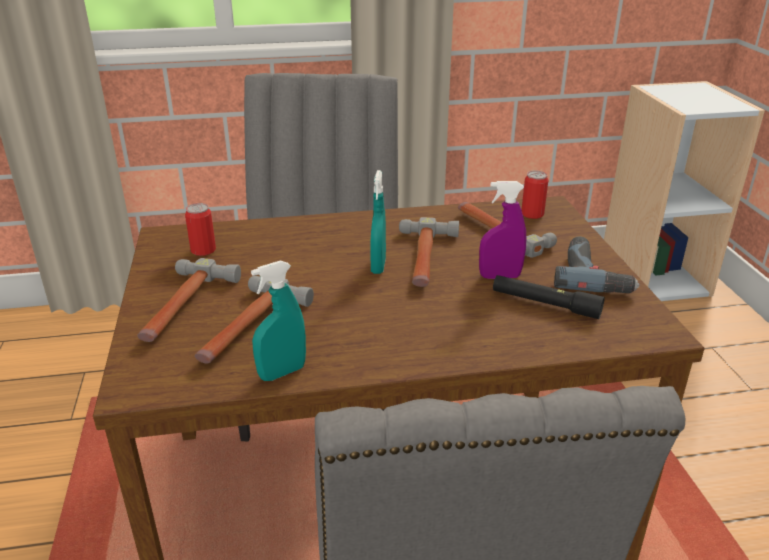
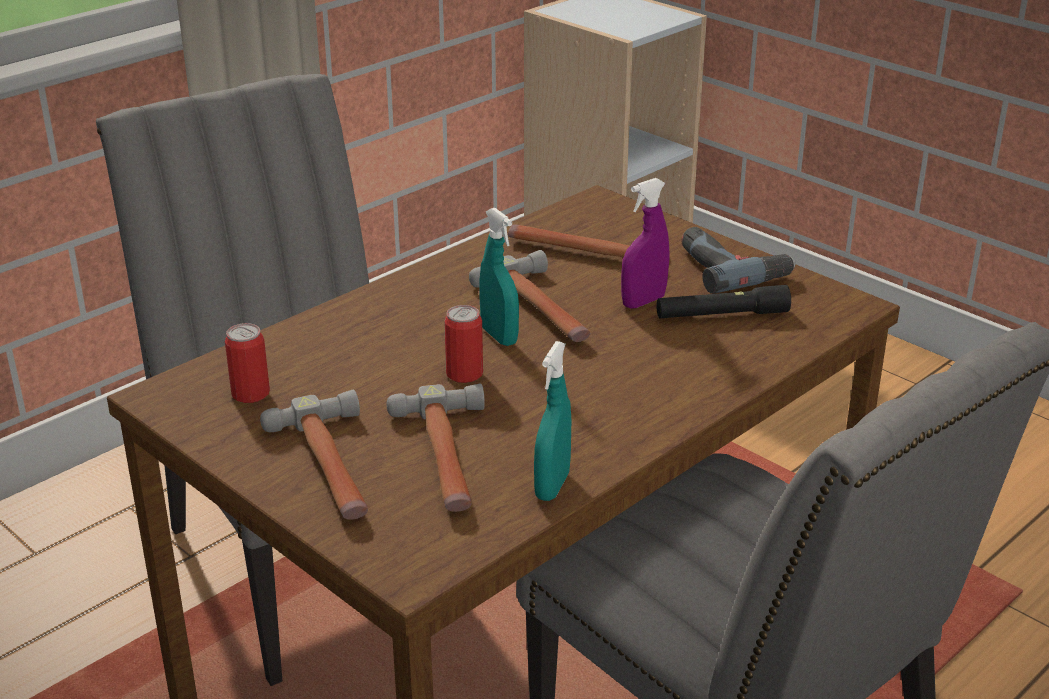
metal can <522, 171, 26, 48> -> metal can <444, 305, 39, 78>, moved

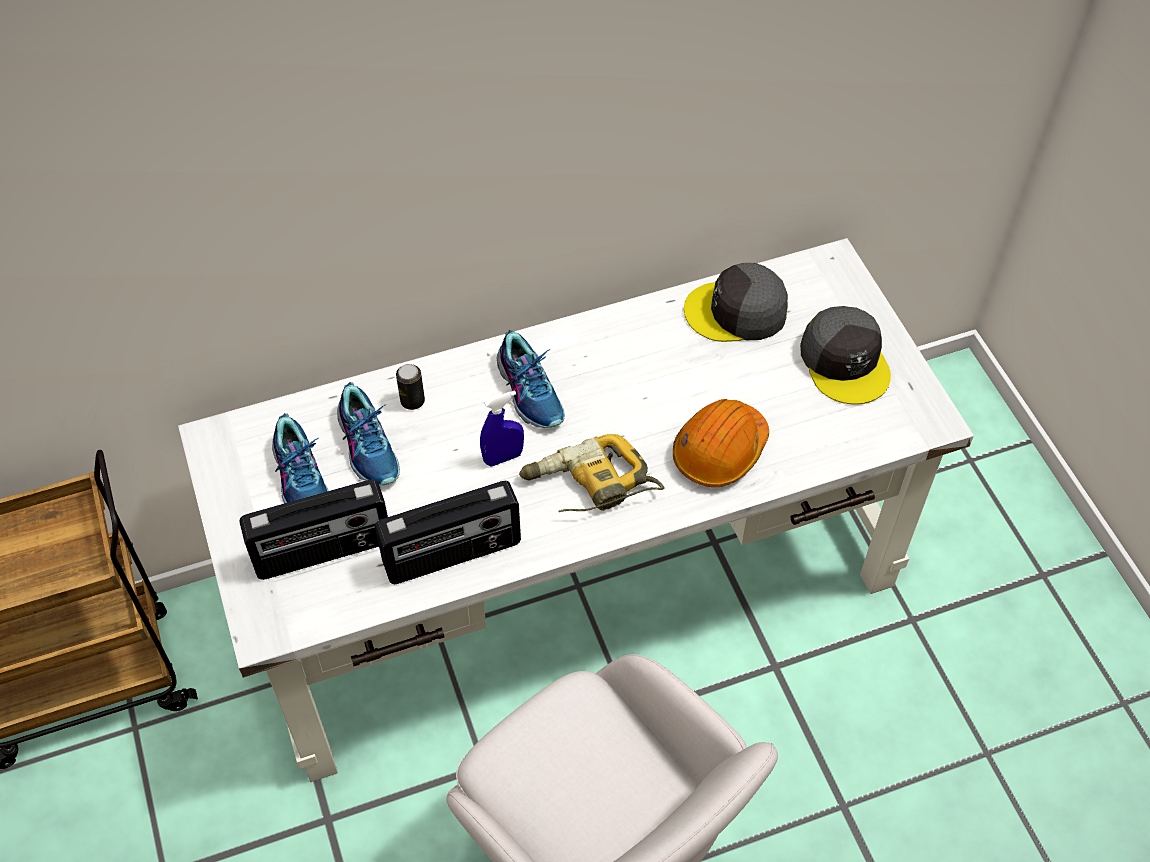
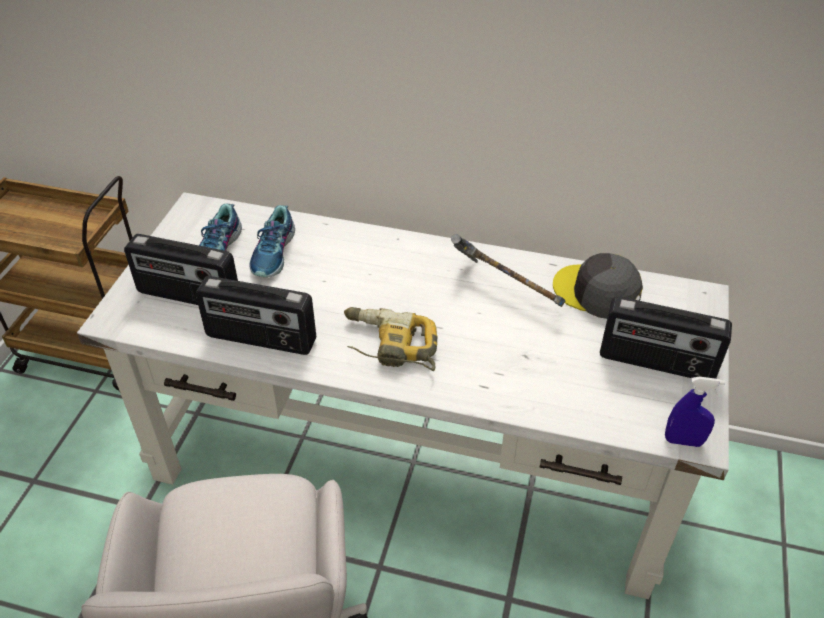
metal can <396, 364, 29, 46> -> none
low shoe <497, 330, 68, 98> -> none
orangey safety helmet <673, 399, 96, 88> -> none
none -> tool hammer <451, 234, 115, 73>
blue-coloured hand sprayer <480, 390, 44, 76> -> blue-coloured hand sprayer <665, 377, 60, 70>, moved
greyish baseball cap <800, 306, 91, 98> -> radio receiver <600, 296, 132, 83>

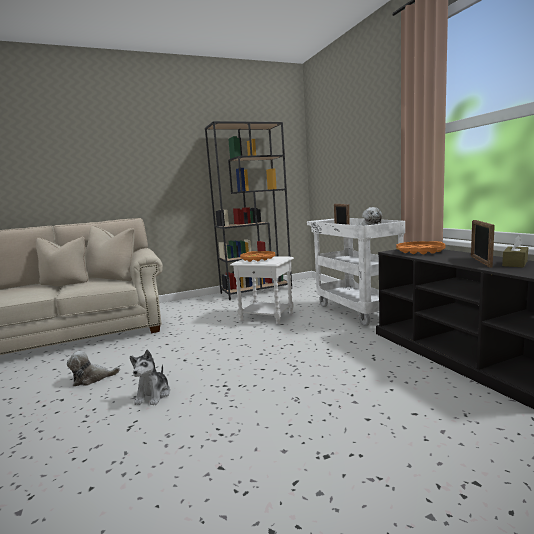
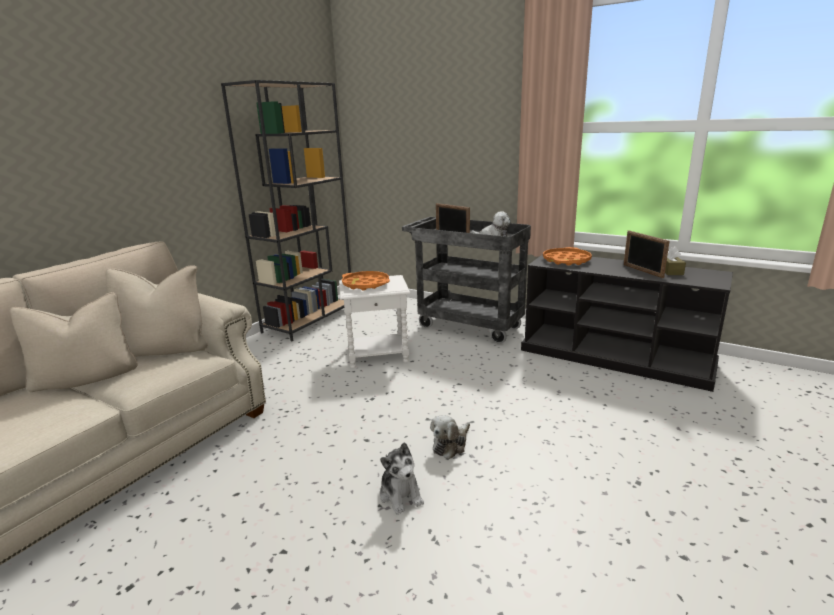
cuddly toy <67, 351, 53, 35> -> cuddly toy <430, 415, 40, 44>, moved
whitish wheeled cart <307, 218, 98, 108> -> blackish wheeled cart <402, 217, 129, 127>

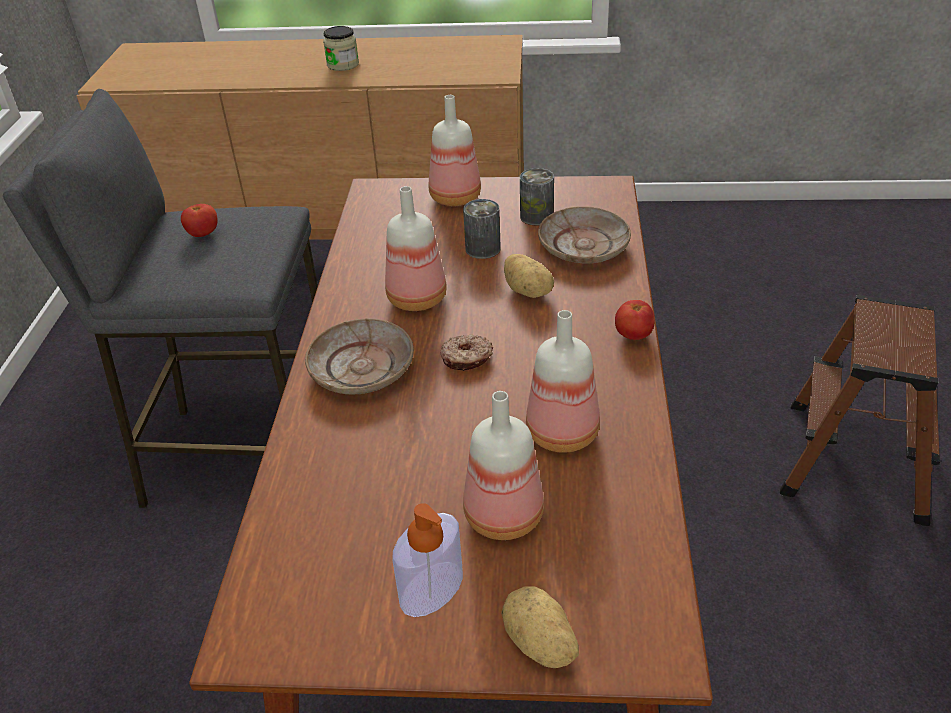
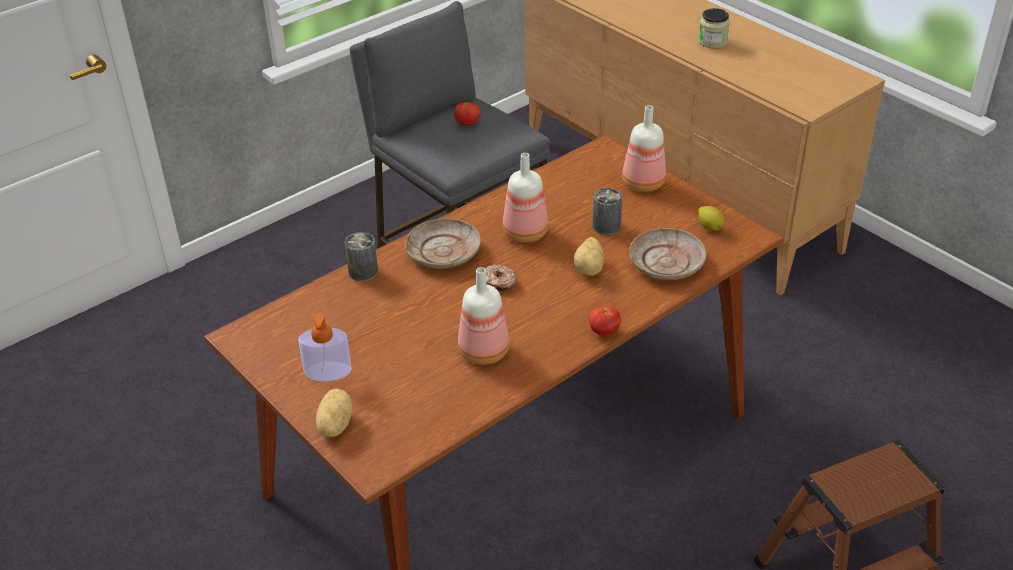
bottle <463, 391, 81, 149> -> none
none -> citrus fruit <698, 206, 26, 25>
metal can <520, 168, 34, 57> -> metal can <345, 232, 33, 49>, moved

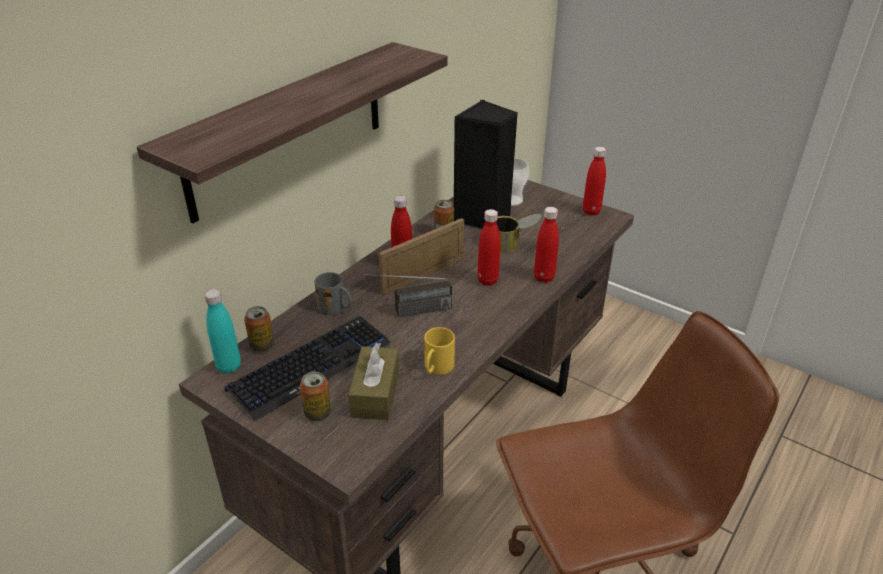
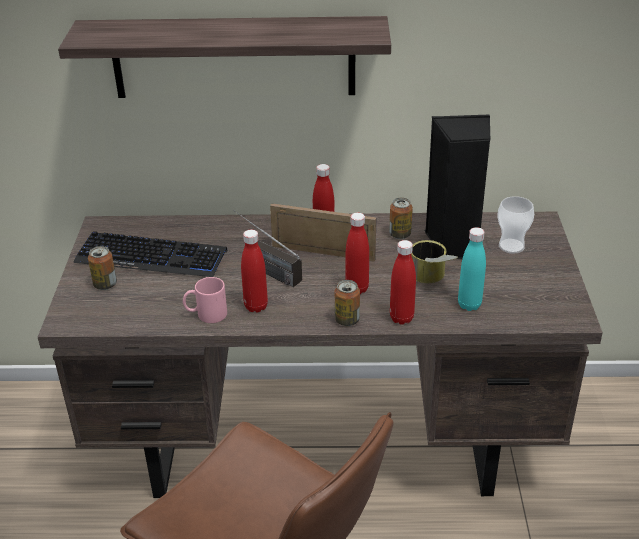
greyish coffee mug <315, 272, 37, 43> -> none
brown-coloured tissue box <348, 343, 51, 77> -> none
turquoise bottle <204, 289, 37, 85> -> turquoise bottle <458, 227, 28, 84>, moved
metal can <244, 306, 30, 46> -> metal can <335, 280, 25, 46>, moved
red bottle <583, 147, 23, 69> -> red bottle <241, 230, 27, 83>, moved
yellow-coloured coffee mug <424, 327, 31, 48> -> pink coffee mug <183, 277, 44, 46>

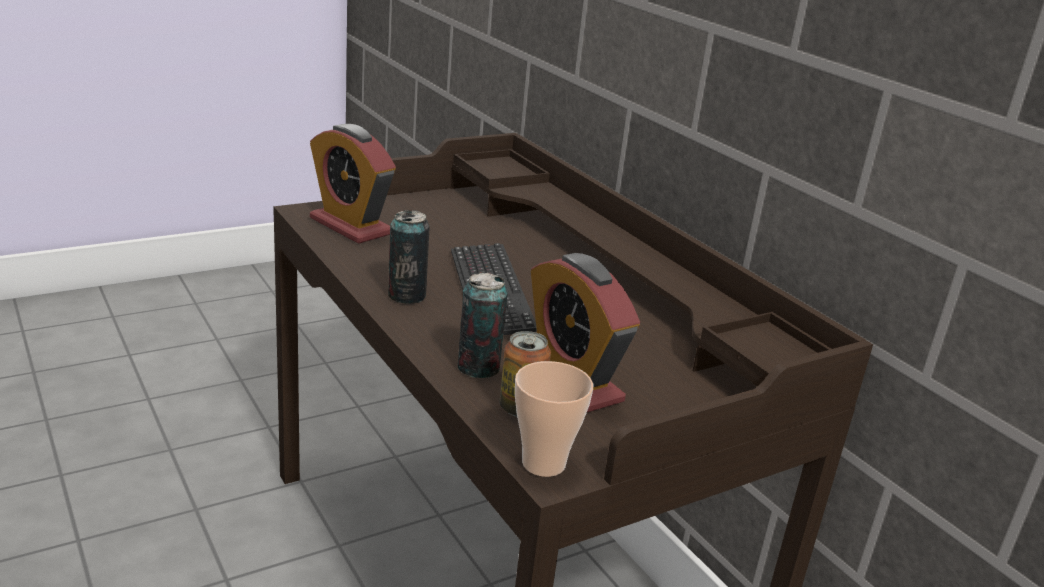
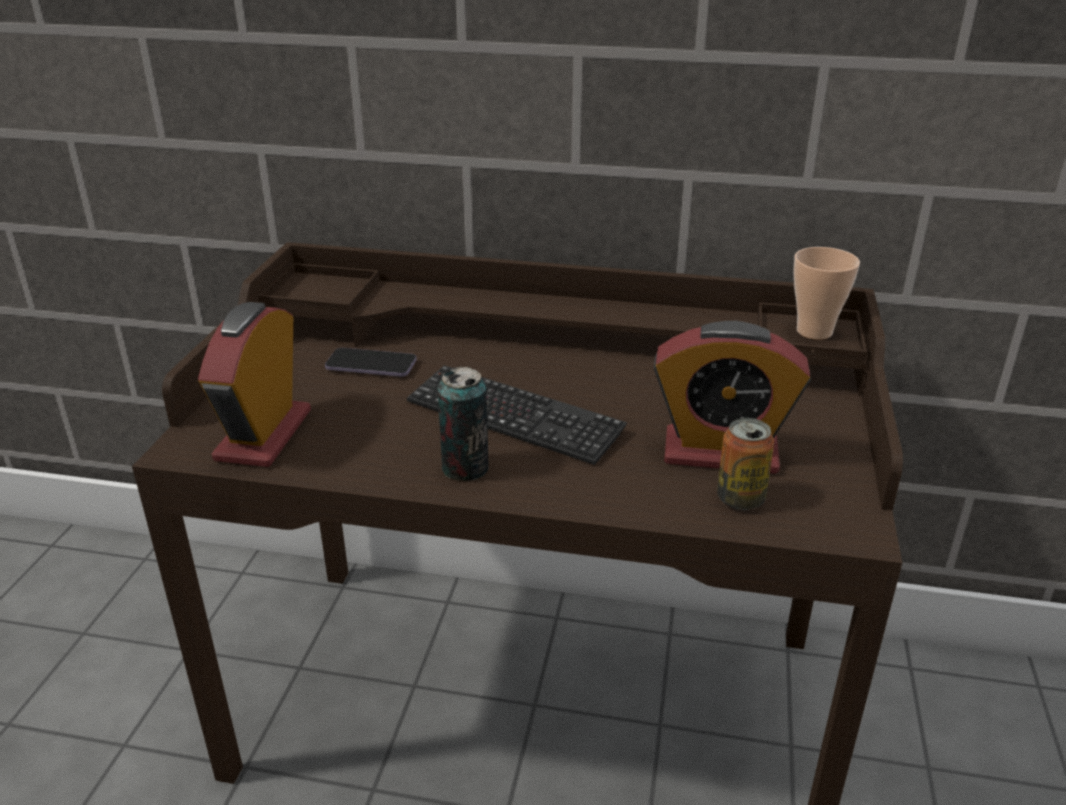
metal can <457, 273, 51, 105> -> none
none -> telephone <325, 348, 92, 29>
small cup <515, 361, 78, 116> -> small cup <793, 247, 67, 93>, moved
bedside clock <310, 124, 86, 120> -> bedside clock <198, 302, 113, 165>, 105 degrees clockwise

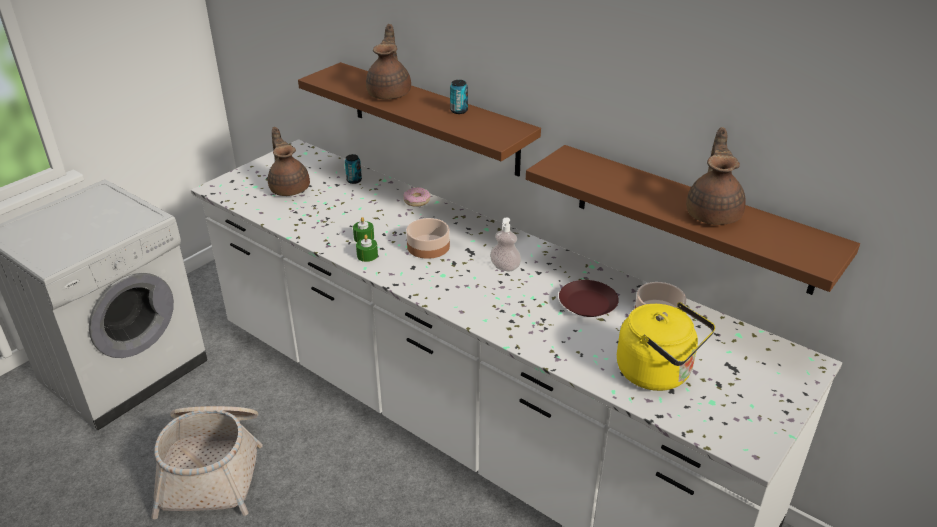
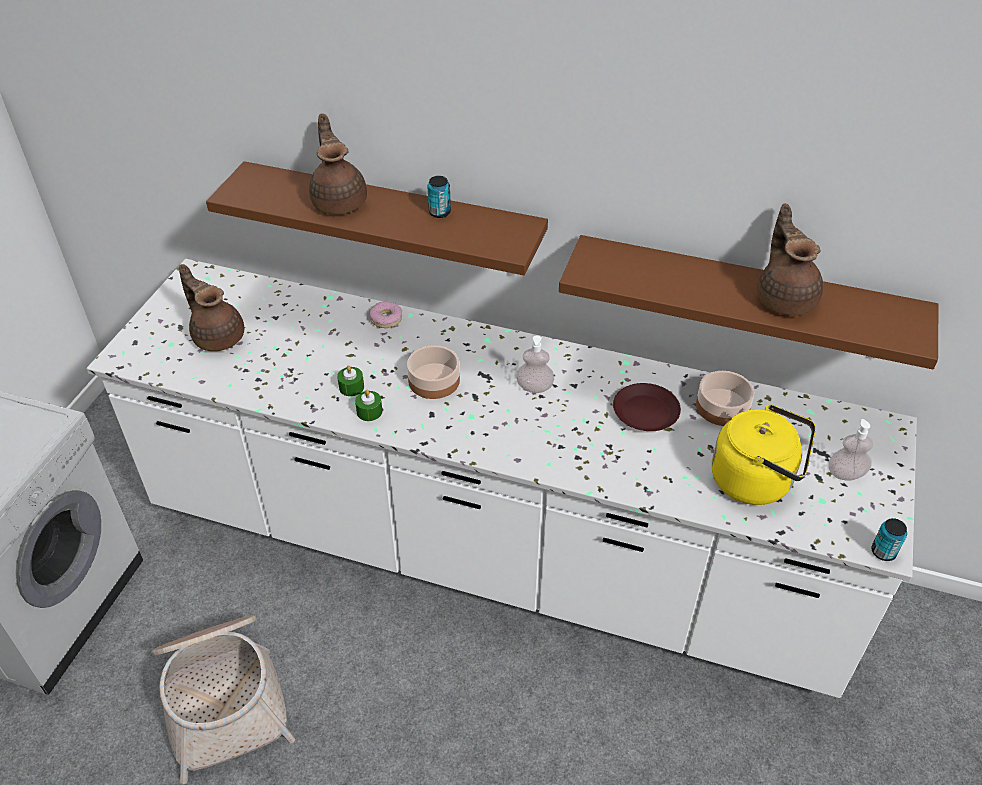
none -> soap dispenser <828, 419, 45, 62>
metal can <345, 154, 17, 30> -> metal can <871, 518, 36, 43>, moved

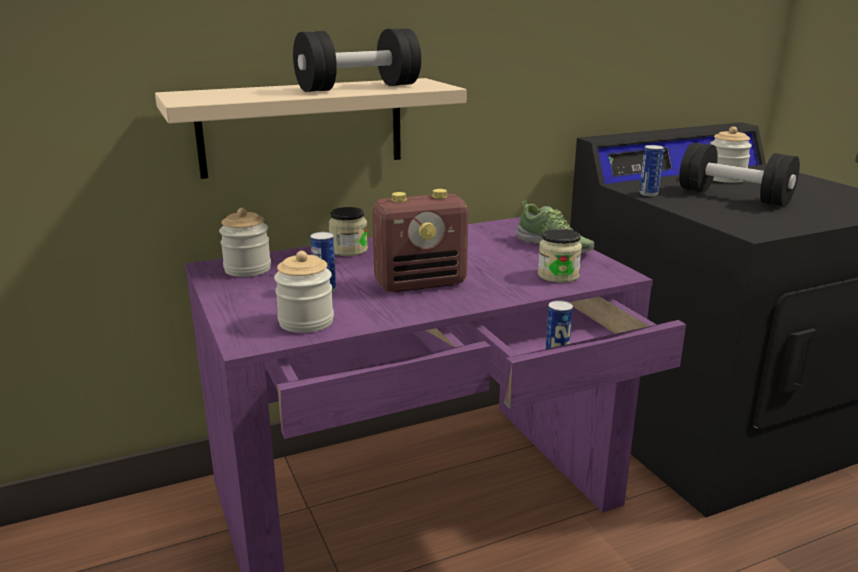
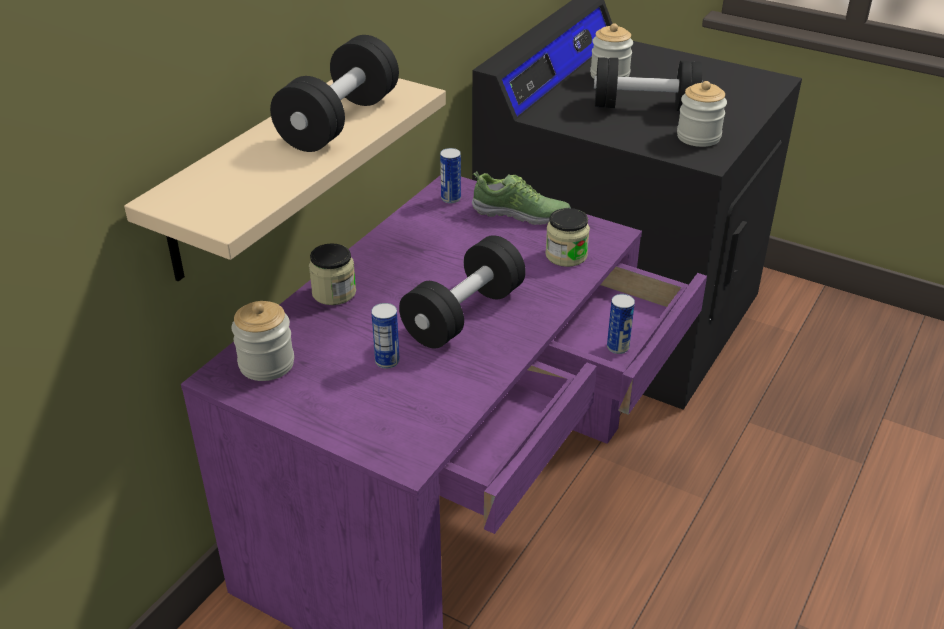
preserve jar <274, 251, 60, 82> -> preserve jar <677, 81, 50, 66>, moved
metal can <640, 145, 24, 51> -> metal can <440, 148, 21, 55>, moved
radio receiver <372, 189, 96, 103> -> blackish free weight <399, 235, 127, 113>

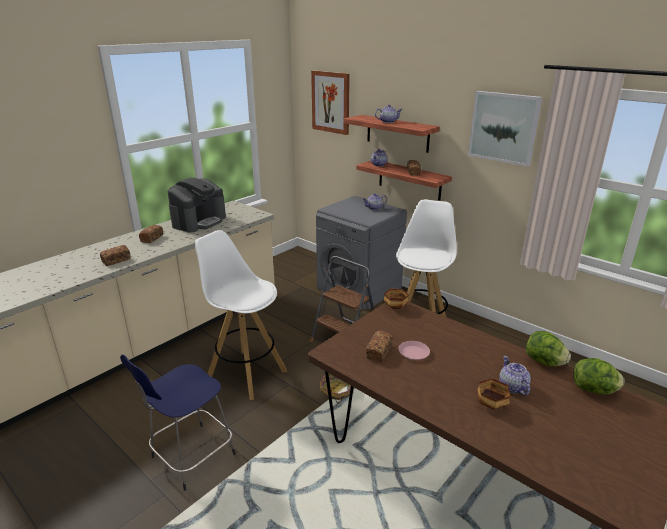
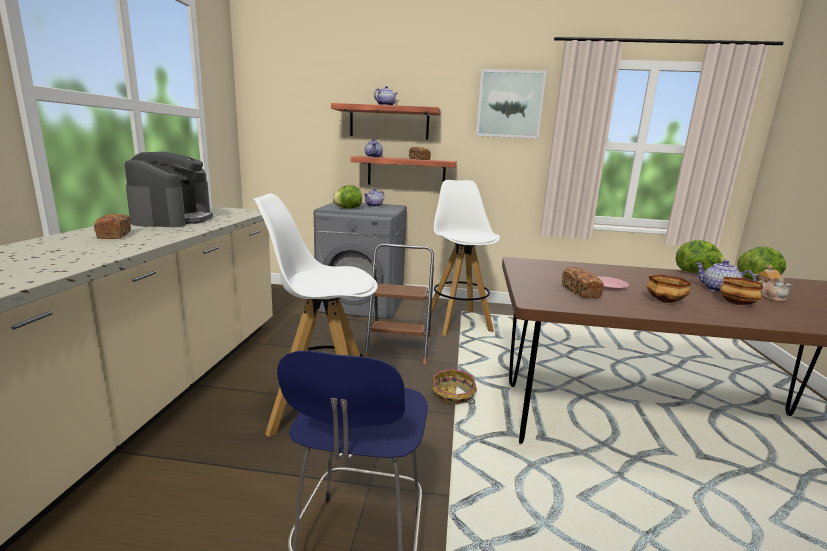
bakery bread <100, 245, 31, 21> -> none
picture <311, 71, 39, 64> -> none
none -> lettuce <332, 185, 30, 24>
none -> tea pot <755, 265, 37, 36>
bowl <383, 288, 26, 21> -> bowl <646, 274, 45, 29>, moved

